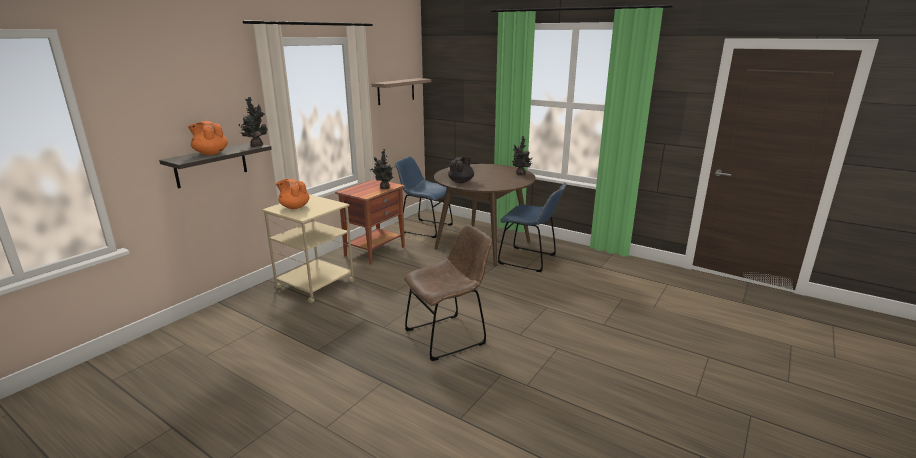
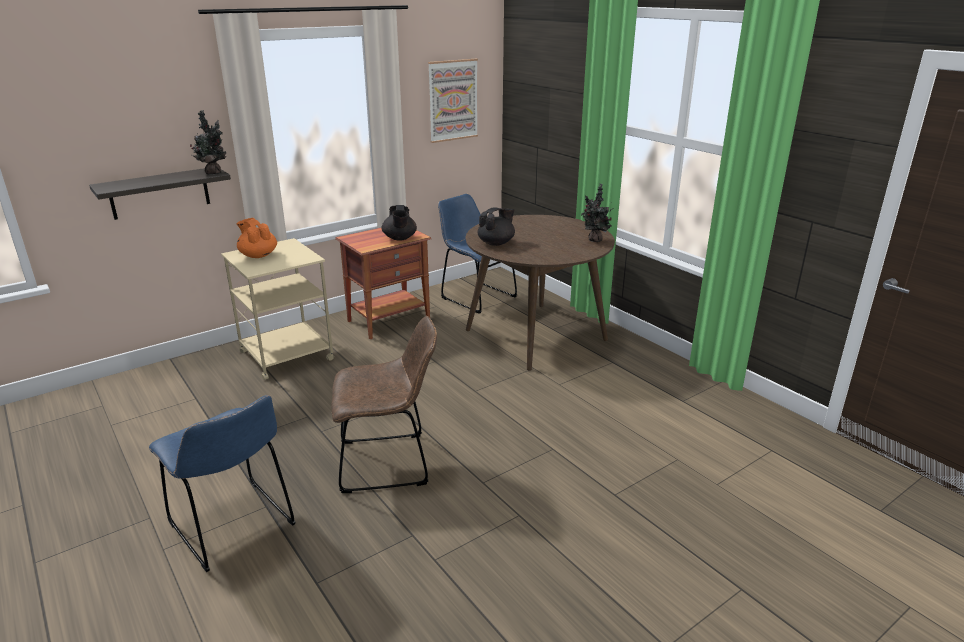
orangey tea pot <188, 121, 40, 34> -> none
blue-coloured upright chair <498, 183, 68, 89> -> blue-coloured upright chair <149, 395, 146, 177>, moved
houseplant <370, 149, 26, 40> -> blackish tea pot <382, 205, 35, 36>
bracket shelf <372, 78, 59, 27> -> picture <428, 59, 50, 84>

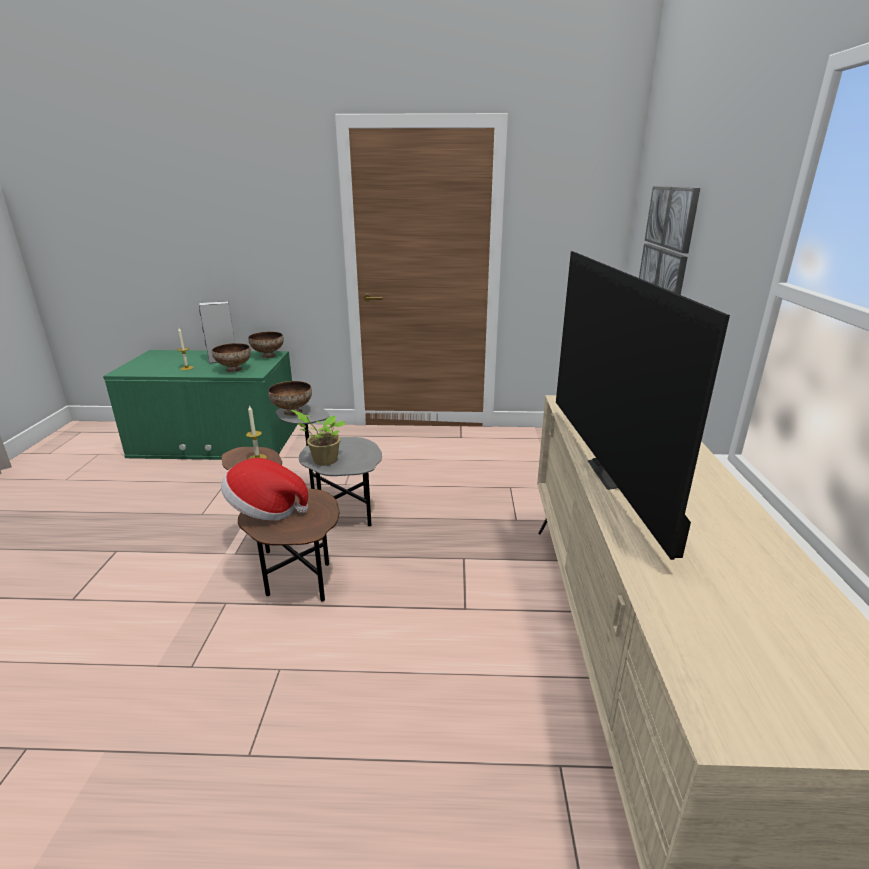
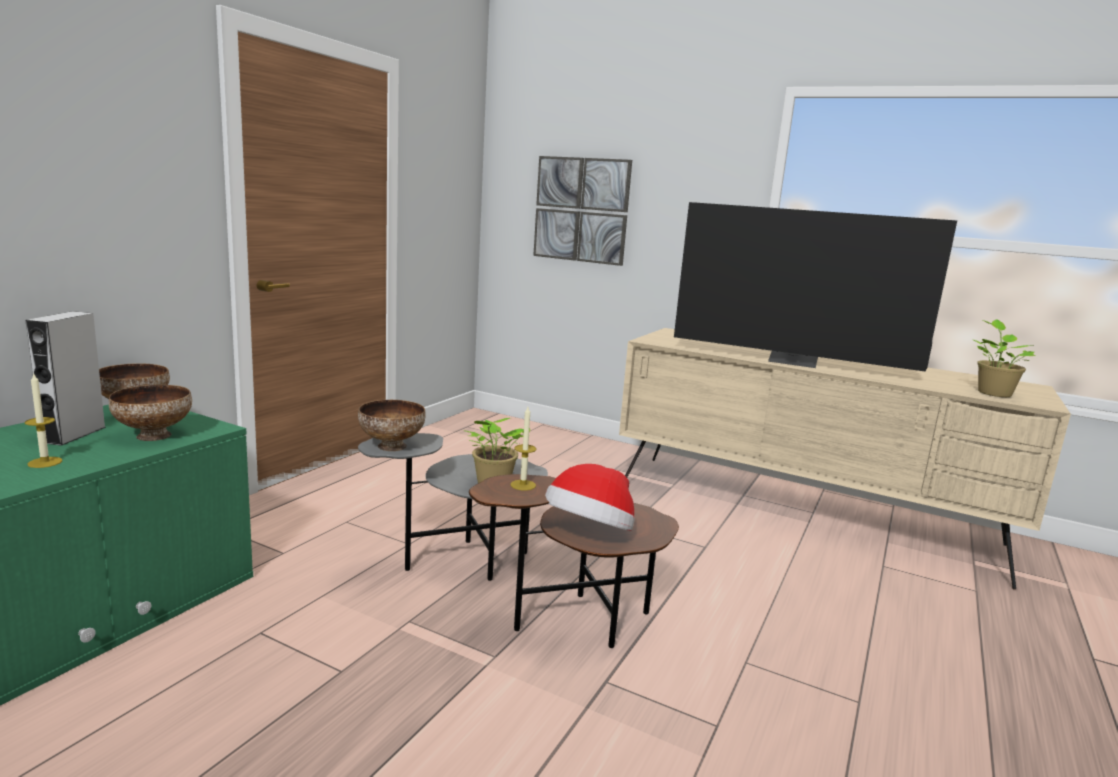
none -> houseplant <974, 319, 62, 78>

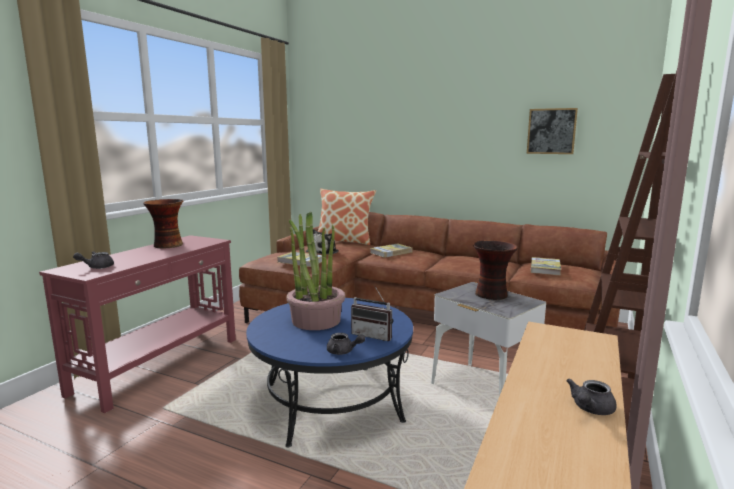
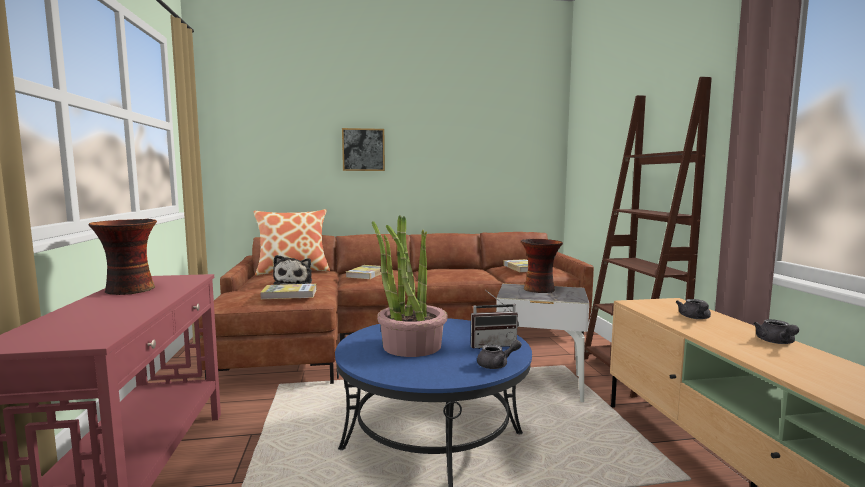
greyish tea pot <73, 251, 41, 18> -> greyish tea pot <676, 299, 35, 20>, moved
picture <527, 108, 51, 46> -> picture <342, 128, 43, 43>, moved

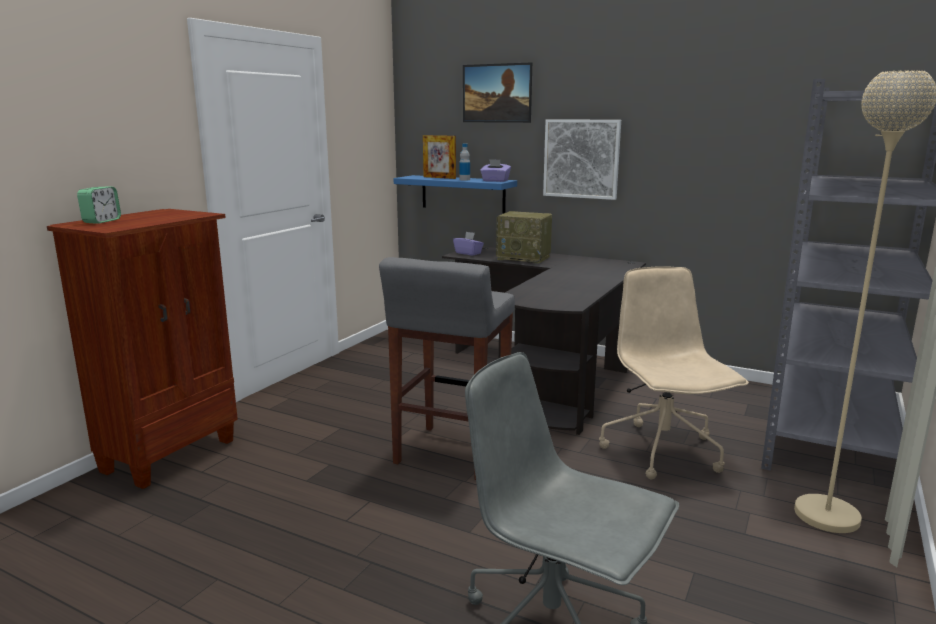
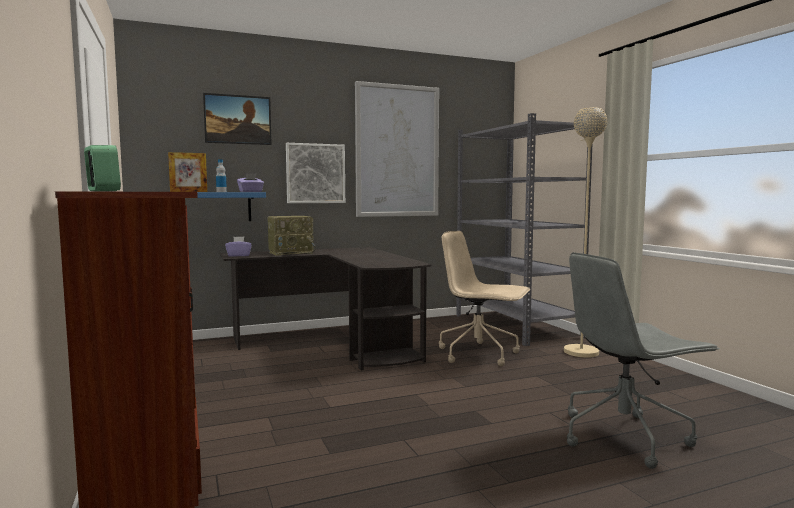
greyish stool seat <379, 257, 136, 223> -> none
none -> picture <355, 81, 84, 136>

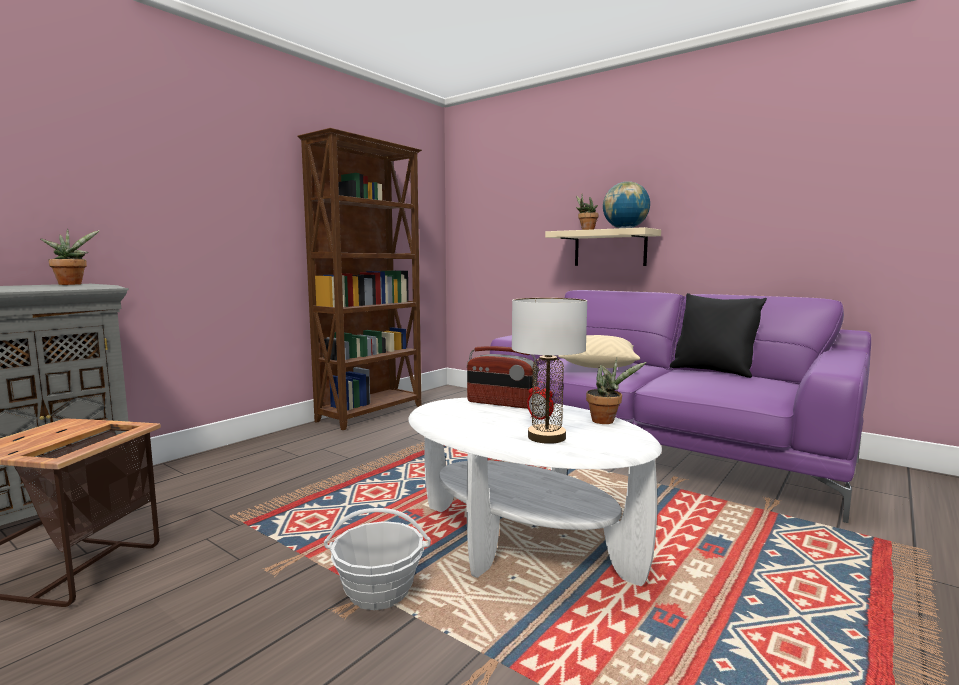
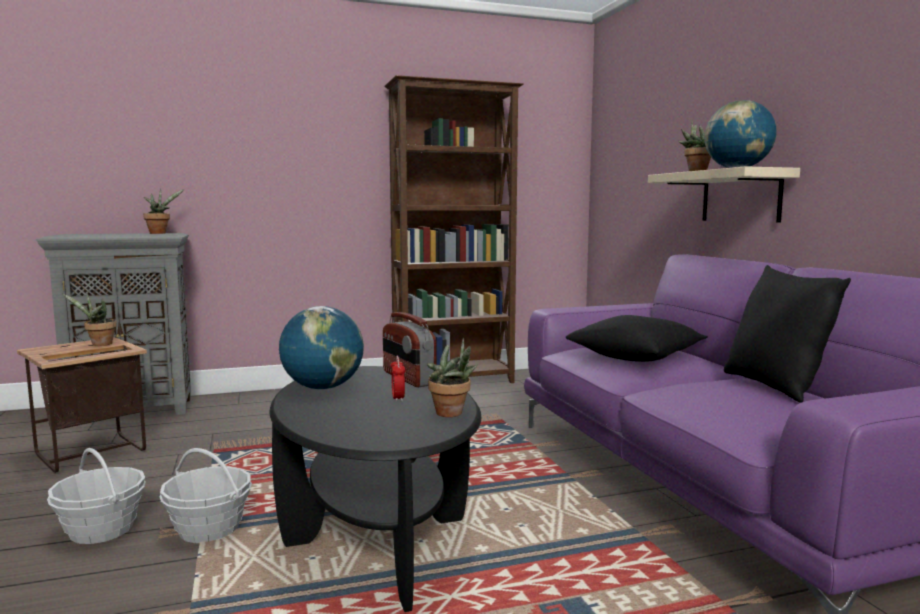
lamp for a table <512, 298, 75, 146> -> none
none -> household basket <47, 448, 99, 96>
none -> houseplant <62, 293, 55, 53>
none -> world globe <279, 306, 85, 83>
whitish coffee table <408, 398, 254, 188> -> blackish coffee table <270, 366, 211, 246>
sand-coloured throw pillow <558, 335, 82, 33> -> blackish throw pillow <566, 315, 142, 47>

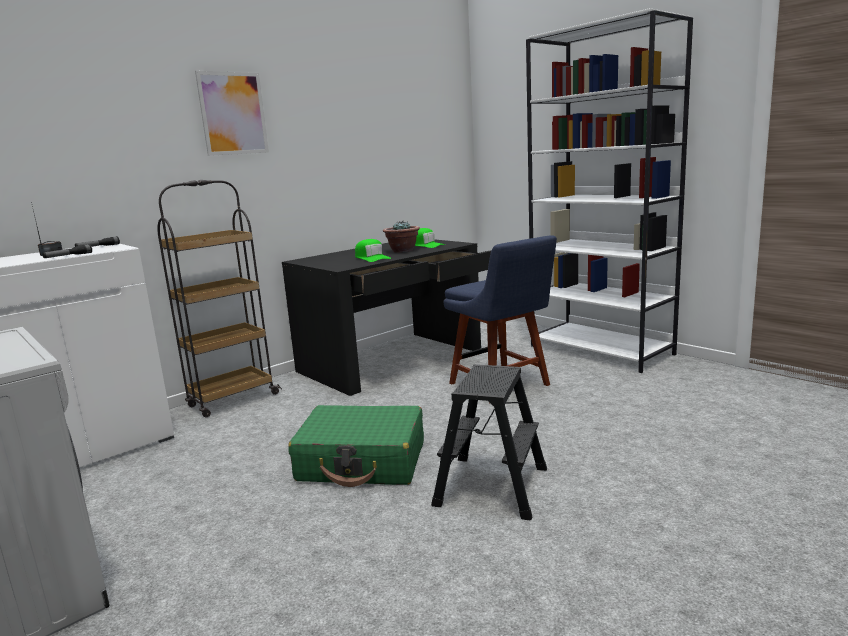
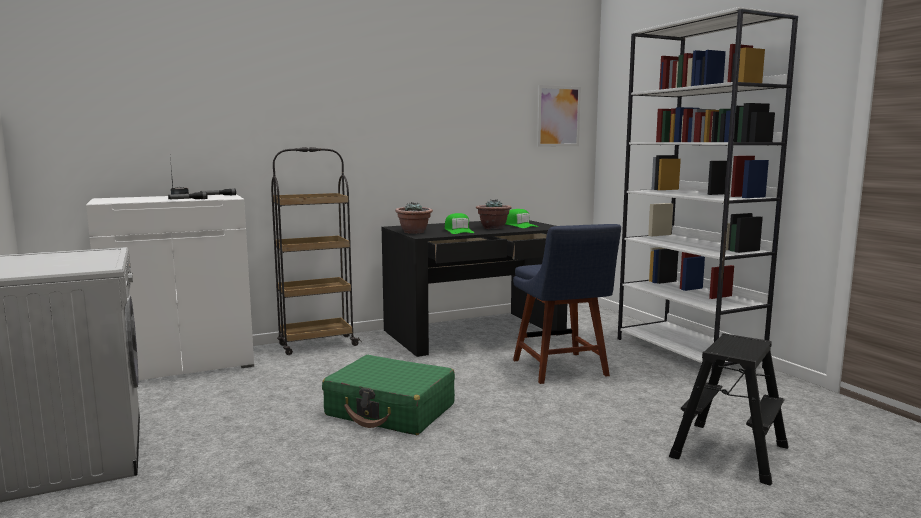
none -> houseplant <395, 202, 38, 32>
picture <195, 71, 74, 85> -> picture <537, 85, 44, 61>, moved
blackish step stool <431, 364, 116, 156> -> blackish step stool <669, 333, 120, 152>, moved

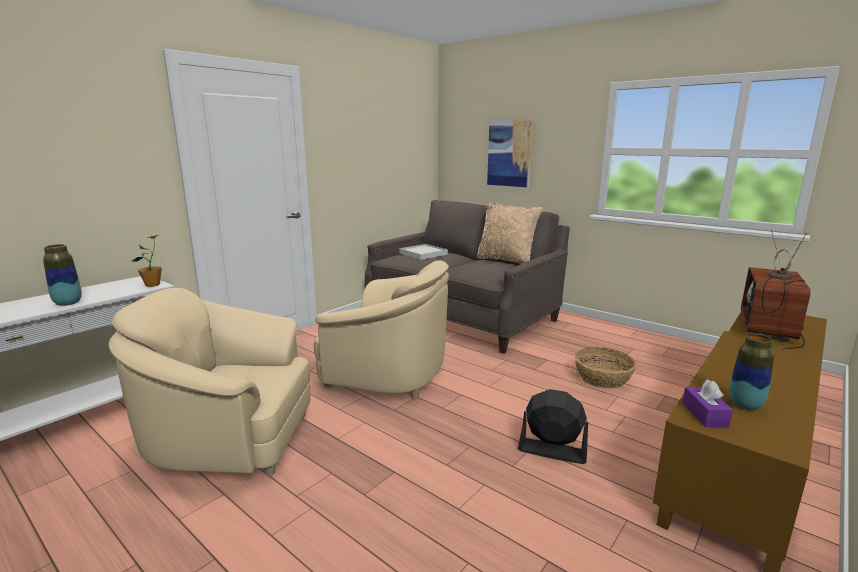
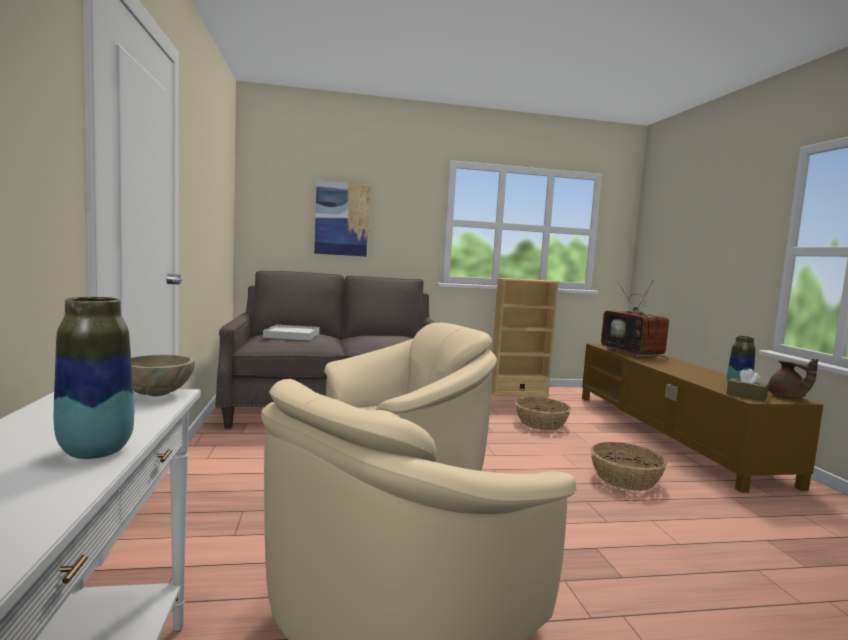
sand-coloured throw pillow <477, 202, 65, 62> -> none
none -> sand-coloured bookshelf <492, 278, 68, 118>
none -> brown-coloured tea pot <768, 359, 50, 39>
houseplant <132, 235, 30, 52> -> sand-coloured bowl <131, 355, 64, 41>
blackish fan <518, 389, 70, 75> -> household basket <591, 442, 76, 49>
purple tissue box <682, 380, 51, 47> -> brown-coloured tissue box <726, 369, 43, 32>

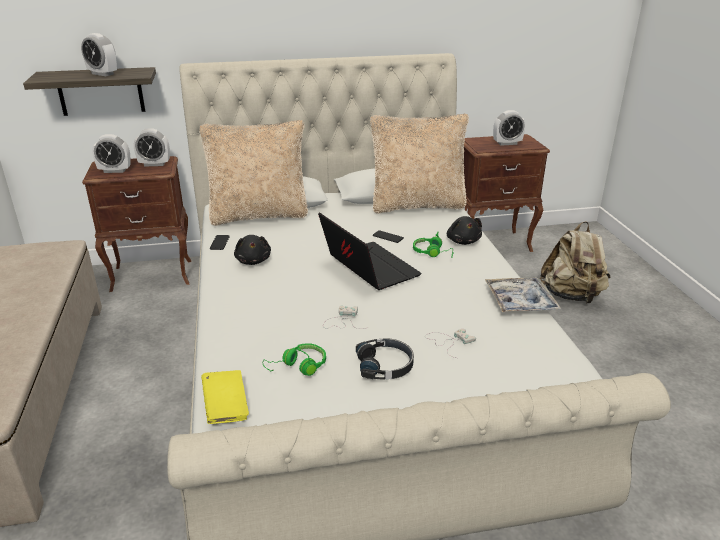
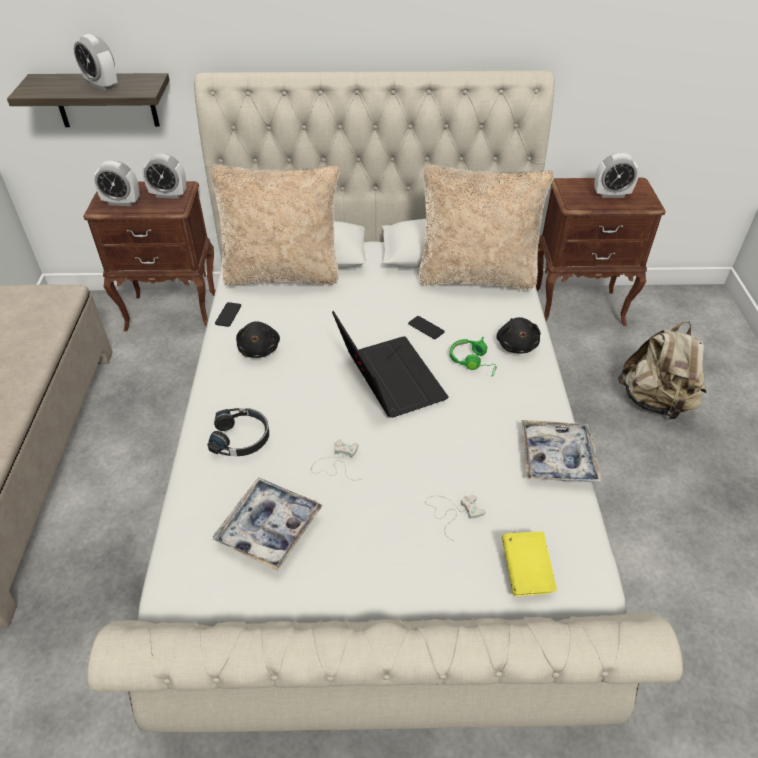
yellow-coloured bound book <201, 370, 48, 54> -> yellow-coloured bound book <501, 531, 56, 65>, moved
blackish headphones <356, 338, 58, 41> -> blackish headphones <207, 408, 62, 48>, moved
green-coloured headphones <262, 343, 64, 33> -> serving tray <213, 477, 110, 94>

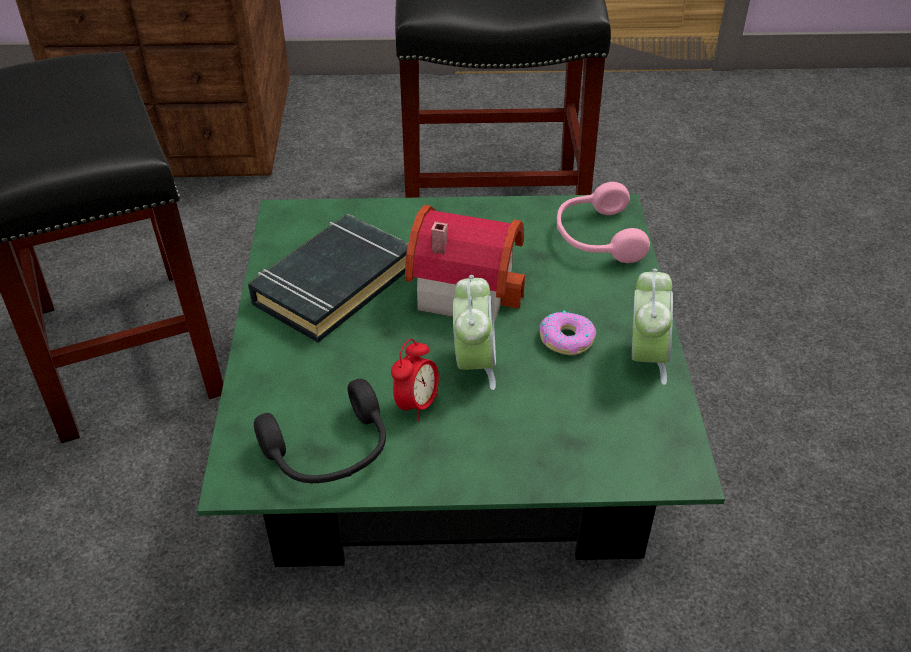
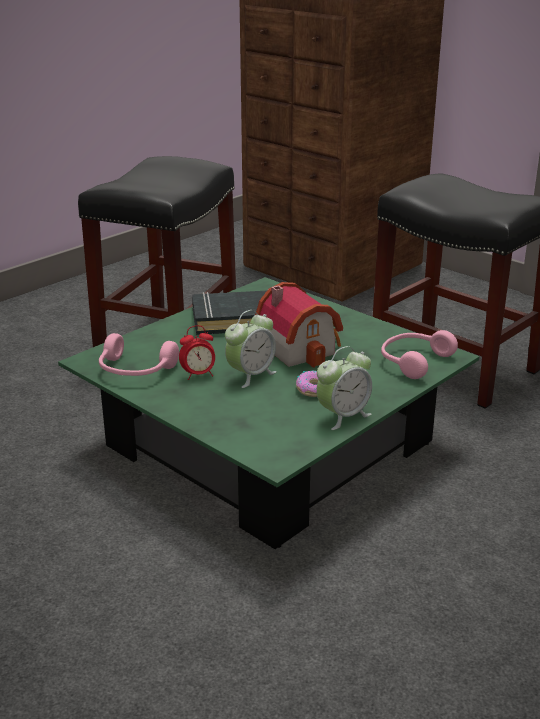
blackish headphones <254, 379, 132, 104> -> pink headphones <99, 333, 80, 43>

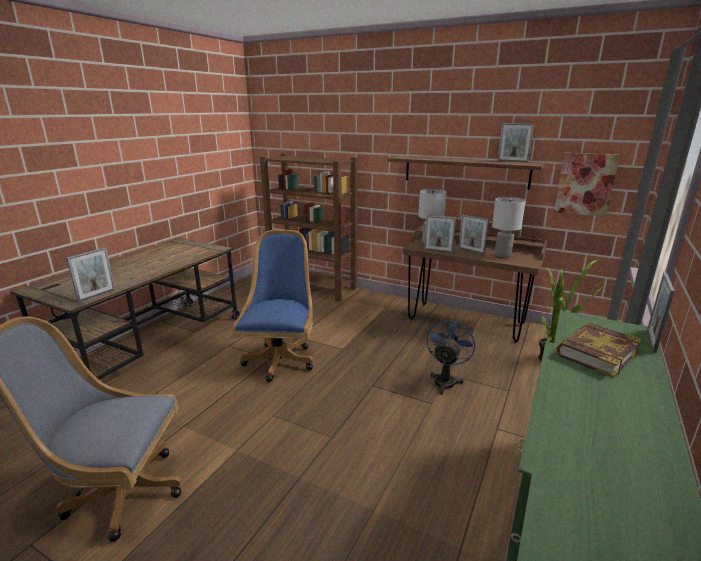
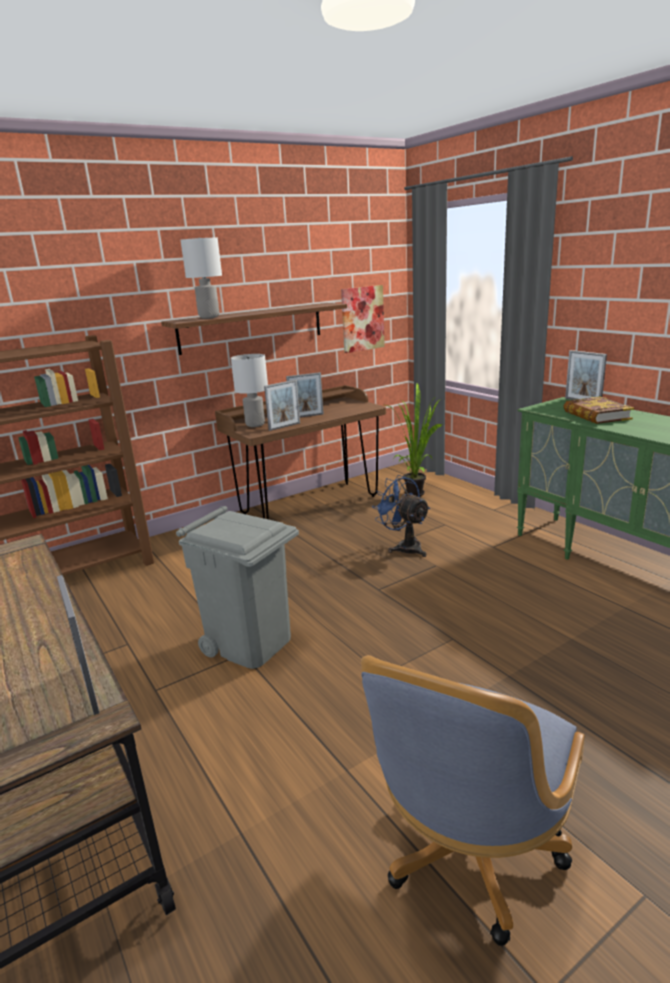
photo frame <498, 123, 36, 39> -> none
greyish lamp for a table <492, 197, 34, 61> -> greyish lamp for a table <180, 238, 42, 81>, moved
blue-coloured computer chair <233, 230, 80, 152> -> greyish trash can <176, 506, 123, 163>

